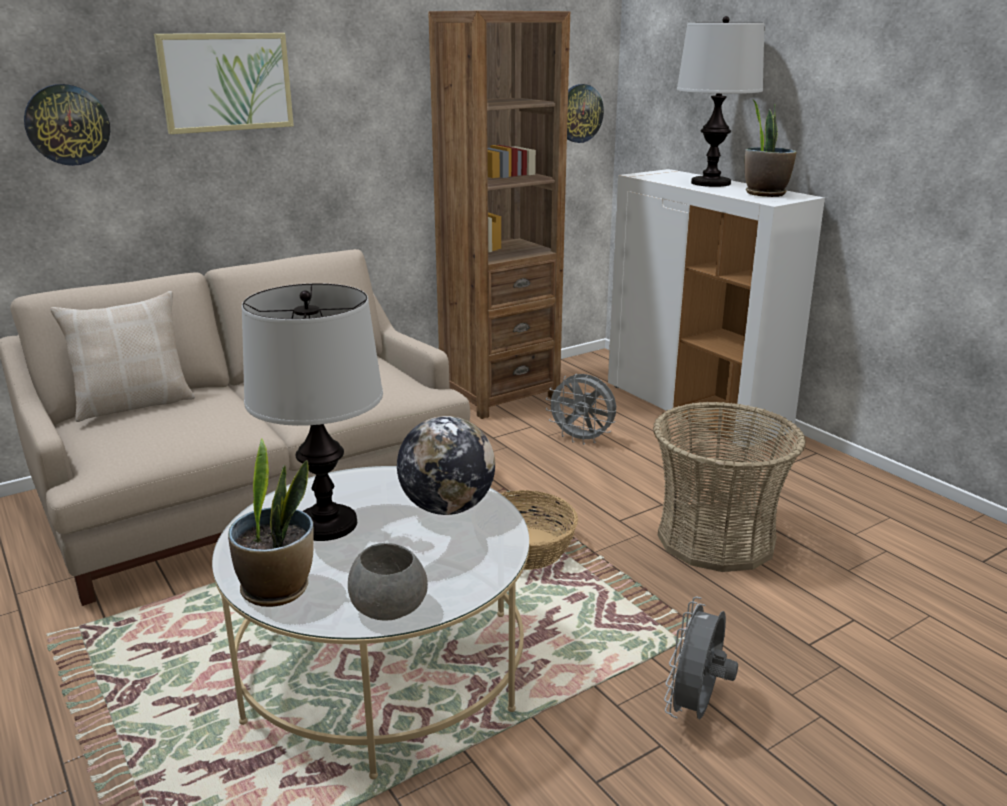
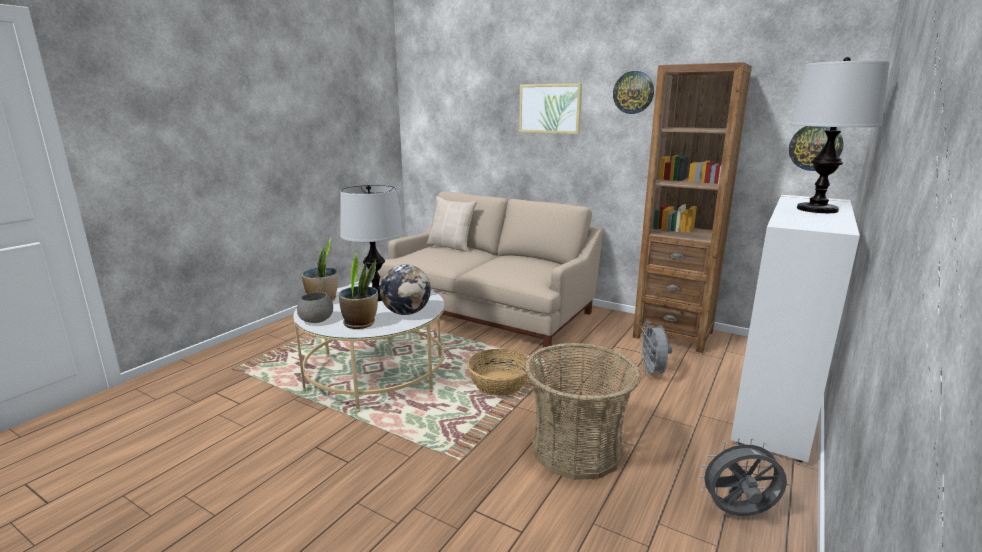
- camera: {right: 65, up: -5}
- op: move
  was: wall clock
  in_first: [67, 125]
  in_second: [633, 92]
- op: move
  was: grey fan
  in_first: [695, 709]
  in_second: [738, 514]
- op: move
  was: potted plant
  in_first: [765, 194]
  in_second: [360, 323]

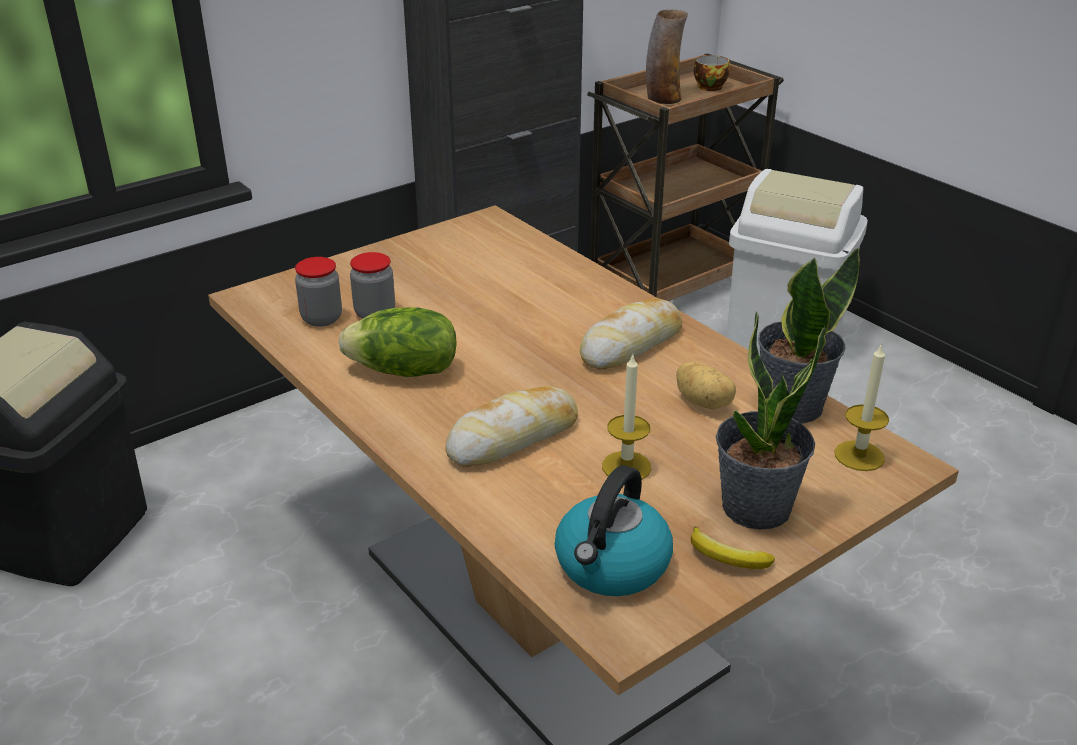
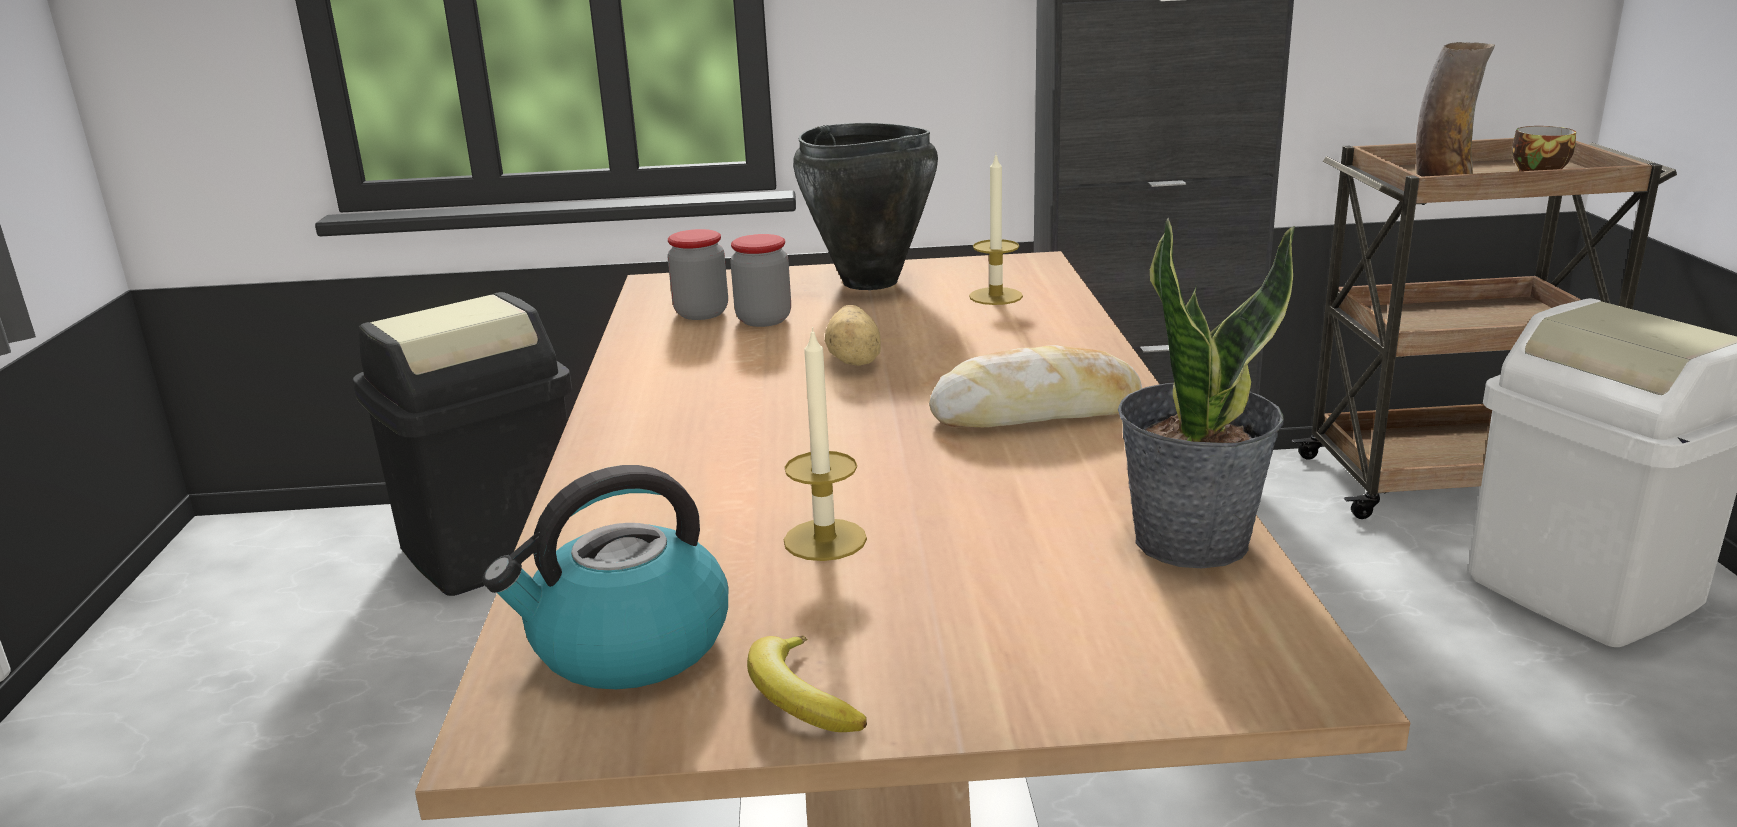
- camera: {right: 35, up: -10}
- op: delete
  was: lettuce
  in_first: [404, 371]
- op: delete
  was: bread
  in_first: [513, 437]
- op: move
  was: potato
  in_first: [704, 402]
  in_second: [856, 361]
- op: delete
  was: potted plant
  in_first: [756, 508]
- op: move
  was: candle
  in_first: [859, 456]
  in_second: [996, 296]
- op: insert
  now: black cooking pot
  in_second: [870, 282]

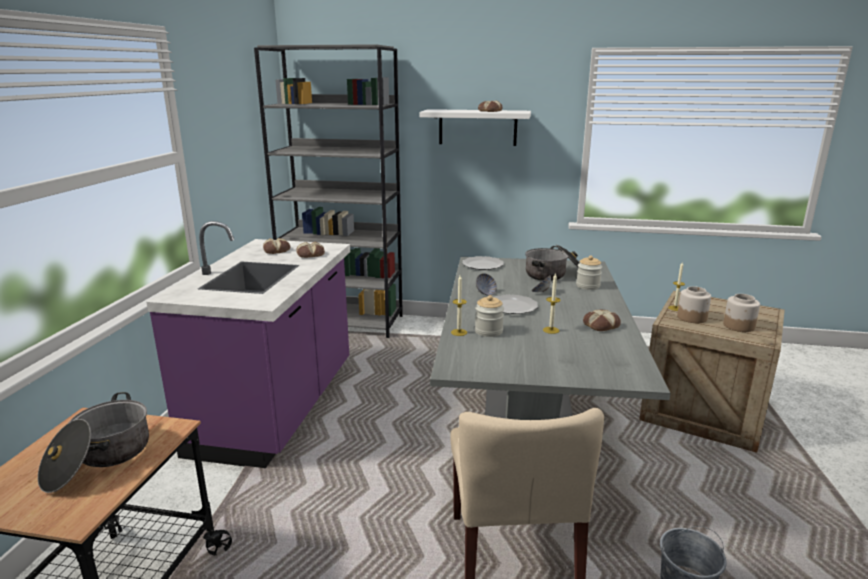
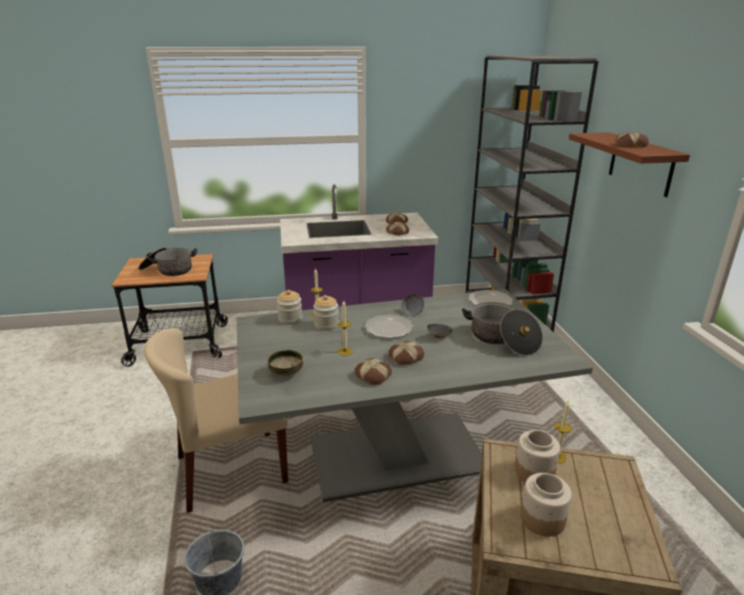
- camera: {right: 70, up: 5}
- op: recolor
  was: white shelf
  now: brown shelf
  in_first: [477, 127]
  in_second: [640, 163]
- op: move
  was: jar
  in_first: [588, 286]
  in_second: [290, 319]
- op: insert
  now: bowl
  in_second: [286, 373]
- op: insert
  now: bread
  in_second: [405, 357]

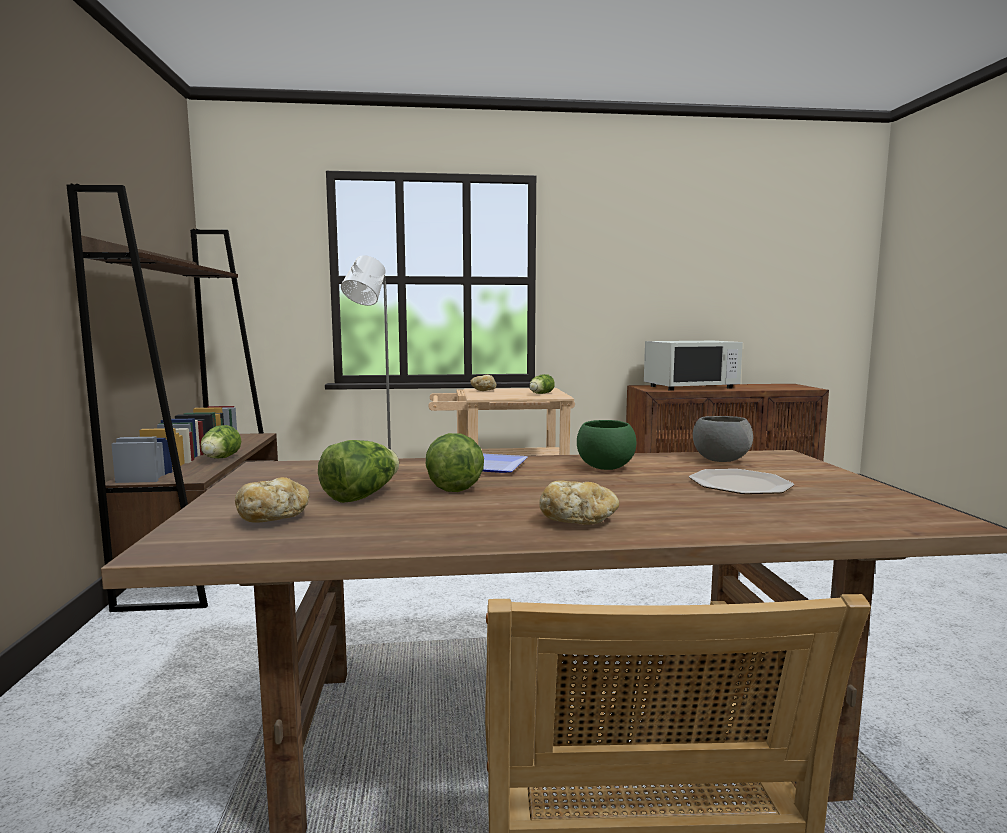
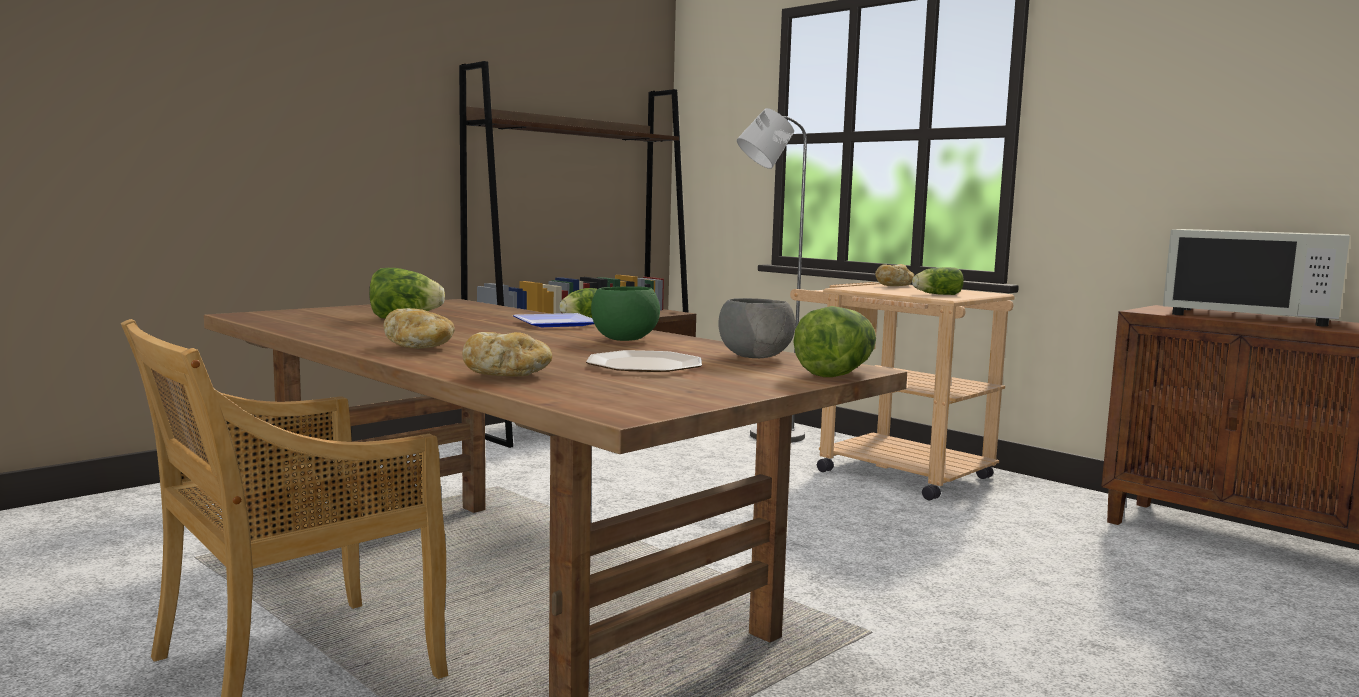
- camera: {right: 50, up: 0}
- op: move
  was: bread
  in_first: [273, 517]
  in_second: [507, 375]
- op: move
  was: lettuce
  in_first: [452, 486]
  in_second: [837, 373]

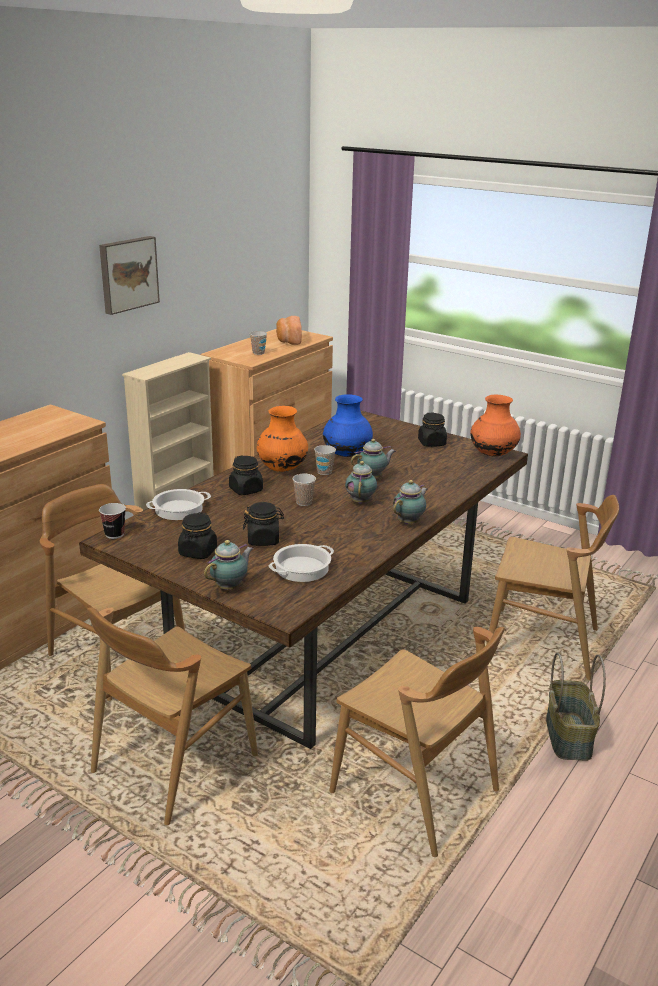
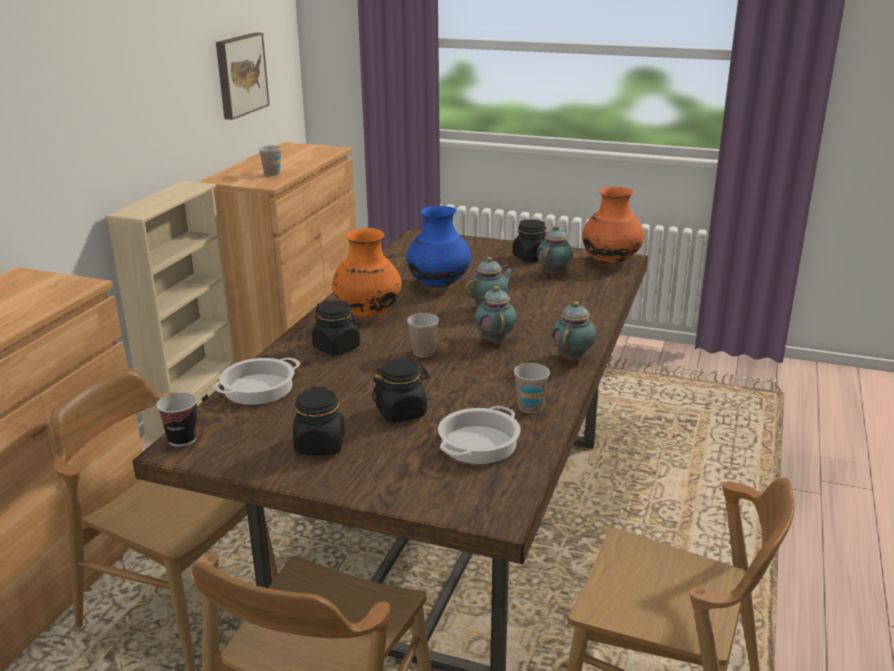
- camera: {right: -15, up: 0}
- op: move
  was: picture
  in_first: [127, 274]
  in_second: [239, 75]
- op: move
  was: teapot
  in_first: [230, 587]
  in_second: [555, 273]
- op: delete
  was: bread
  in_first: [288, 340]
- op: move
  was: cup
  in_first: [324, 472]
  in_second: [530, 407]
- op: delete
  was: brown chair
  in_first: [542, 644]
- op: delete
  was: basket
  in_first: [569, 737]

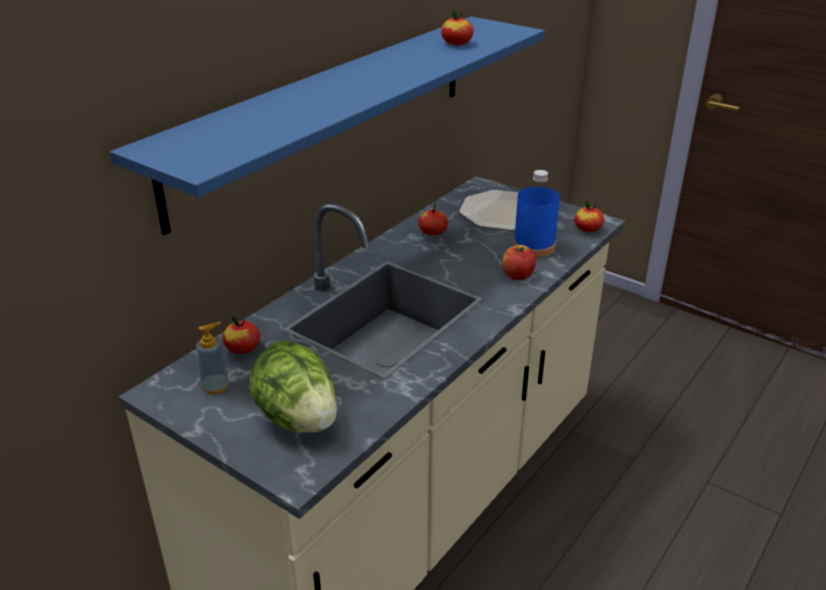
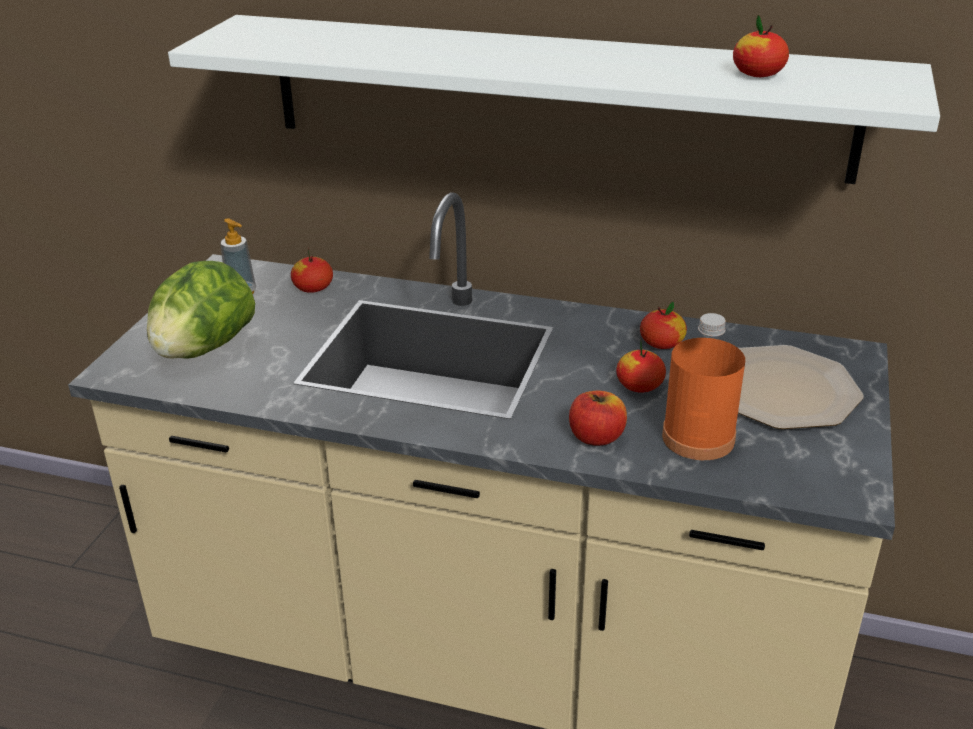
- camera: {right: 70, up: 0}
- op: recolor
  was: blue shelf
  now: white shelf
  in_first: [330, 112]
  in_second: [553, 96]
- op: recolor
  was: blue bottle
  now: orange bottle
  in_first: [534, 246]
  in_second: [698, 438]
- op: move
  was: apple
  in_first: [587, 229]
  in_second: [639, 386]

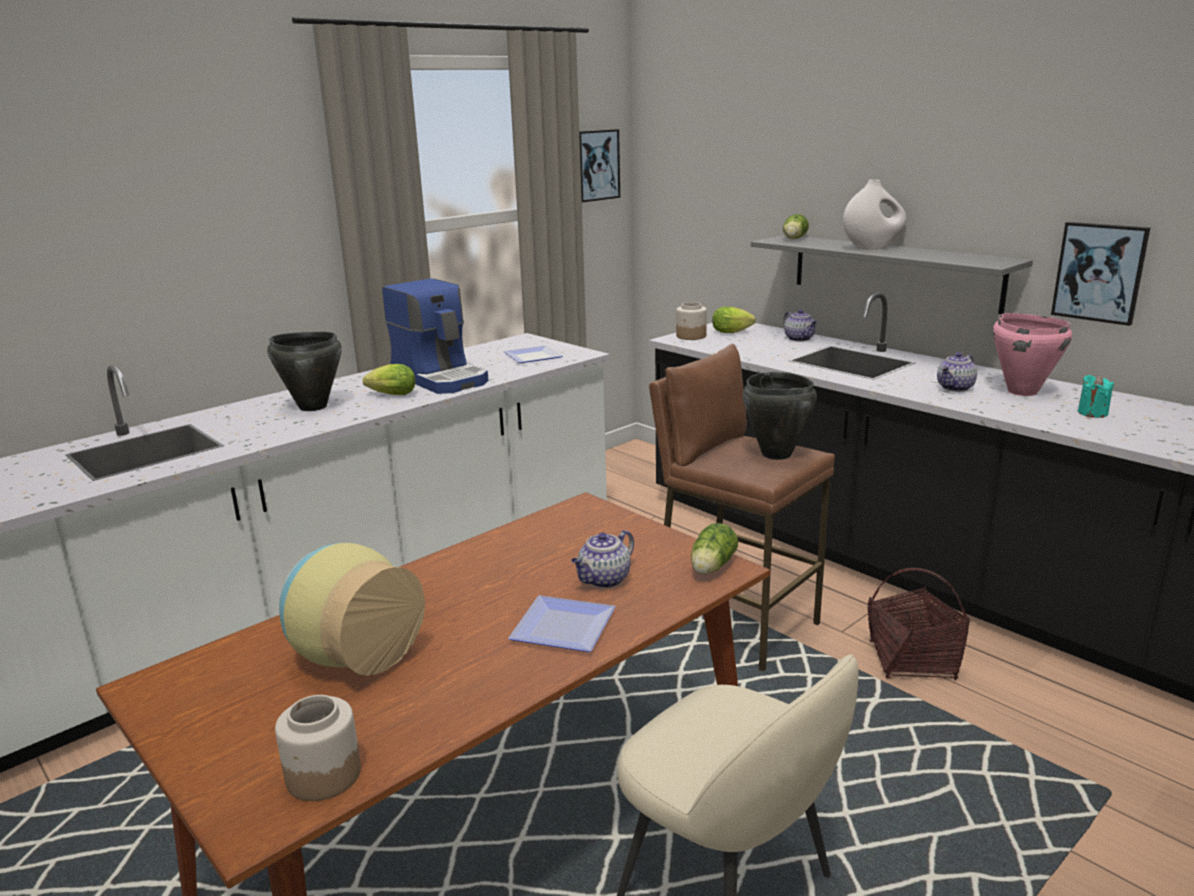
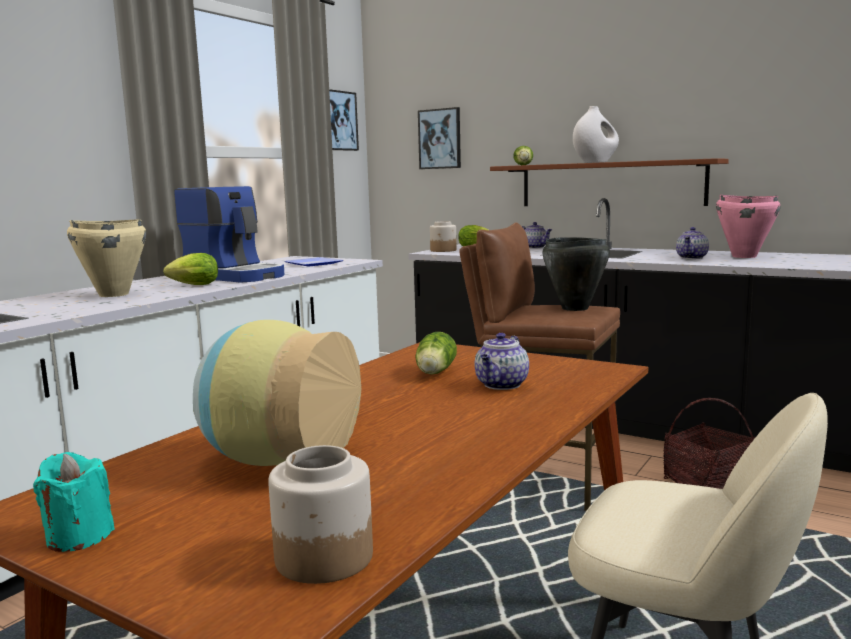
- camera: {right: -15, up: -10}
- op: recolor
  was: black cooking pot
  now: beige cooking pot
  in_first: [312, 407]
  in_second: [113, 294]
- op: delete
  was: plate
  in_first: [565, 629]
- op: move
  was: lettuce
  in_first: [711, 567]
  in_second: [434, 373]
- op: recolor
  was: grey shelf
  now: brown shelf
  in_first: [894, 272]
  in_second: [610, 184]
- op: move
  was: picture
  in_first: [1099, 272]
  in_second: [440, 139]
- op: move
  was: turquoise candle
  in_first: [1092, 413]
  in_second: [79, 536]

